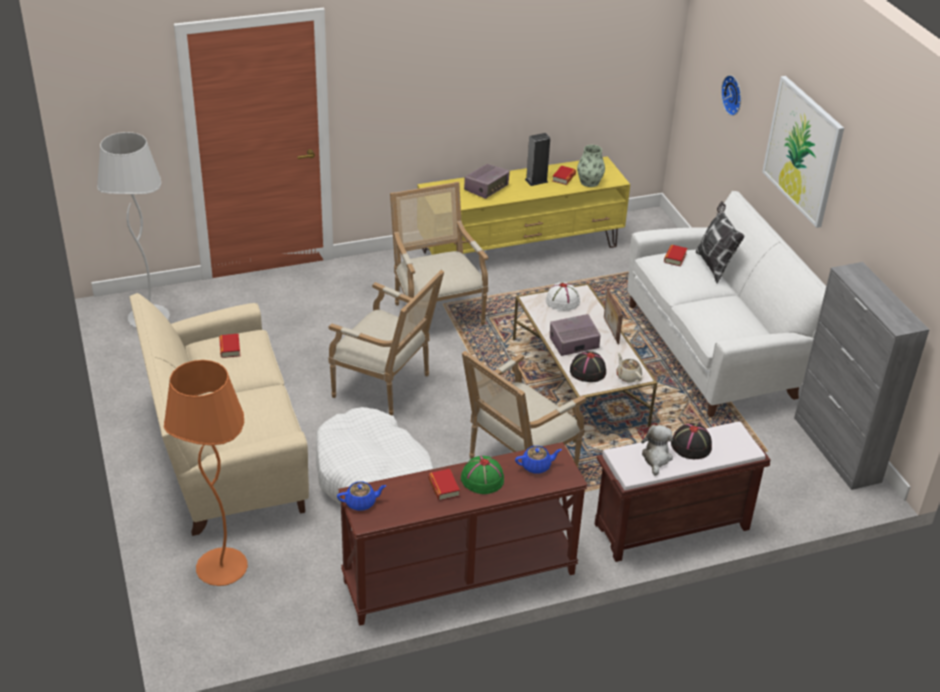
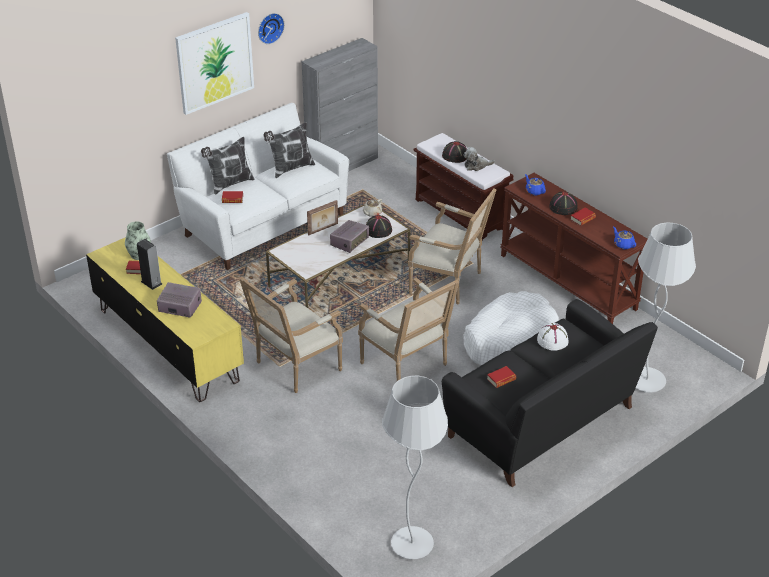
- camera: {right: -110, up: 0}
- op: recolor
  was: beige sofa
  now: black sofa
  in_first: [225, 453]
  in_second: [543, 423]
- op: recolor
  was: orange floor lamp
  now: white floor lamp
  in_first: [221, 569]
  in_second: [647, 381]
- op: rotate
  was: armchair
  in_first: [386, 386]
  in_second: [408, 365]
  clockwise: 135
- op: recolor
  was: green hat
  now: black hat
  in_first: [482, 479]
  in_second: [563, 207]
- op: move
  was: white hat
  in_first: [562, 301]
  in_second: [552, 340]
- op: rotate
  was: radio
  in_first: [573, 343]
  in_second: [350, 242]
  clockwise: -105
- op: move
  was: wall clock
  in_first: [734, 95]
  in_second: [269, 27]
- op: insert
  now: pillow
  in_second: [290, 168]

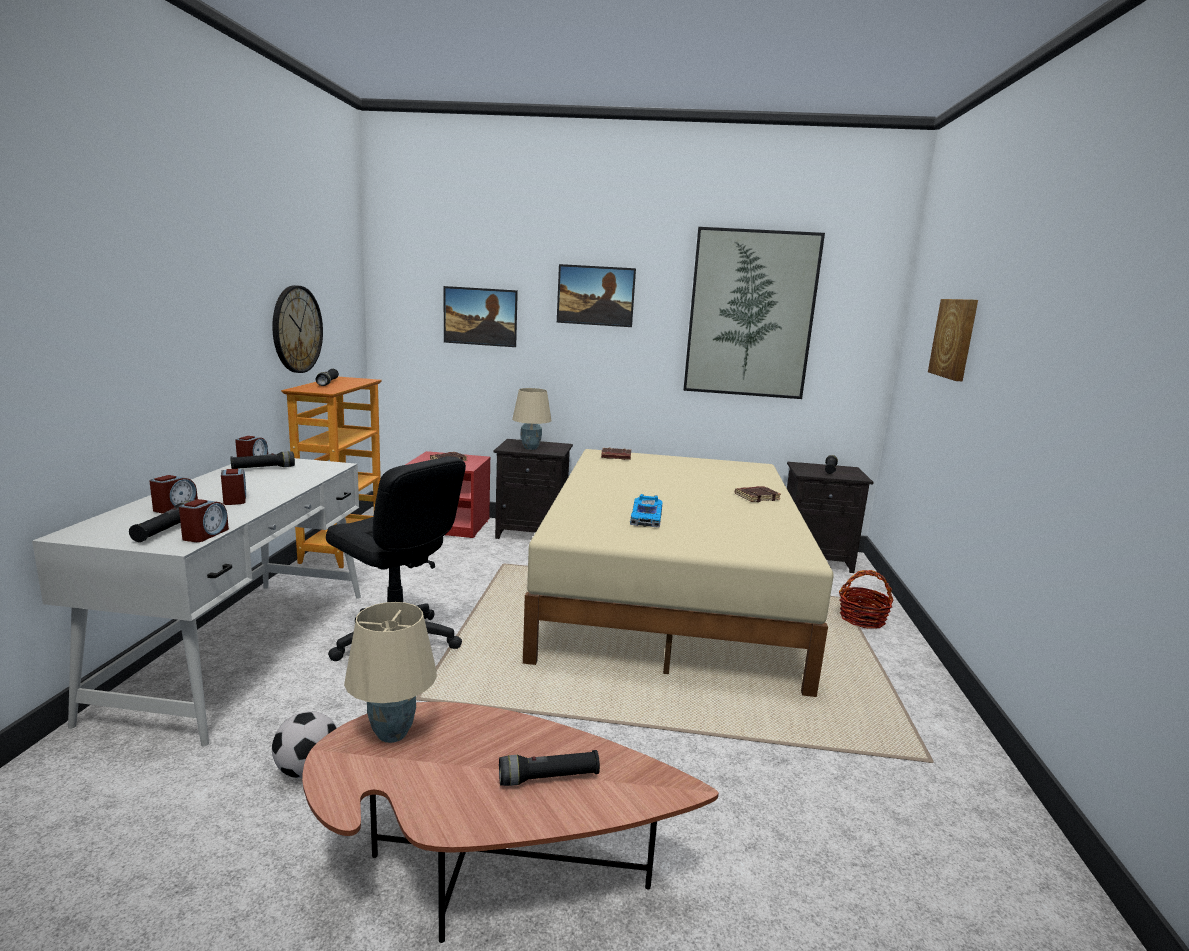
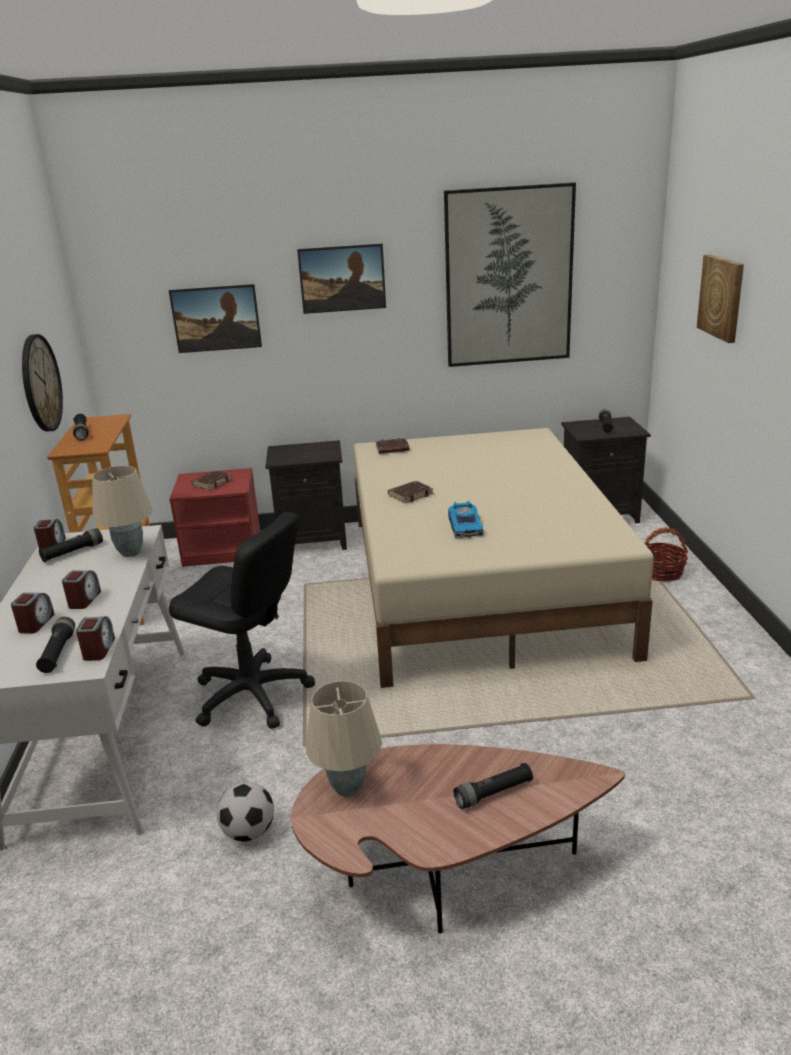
- camera: {right: -10, up: 10}
- op: rotate
  was: alarm clock
  in_first: [235, 499]
  in_second: [84, 600]
  clockwise: 45
- op: move
  was: beige table lamp
  in_first: [531, 448]
  in_second: [131, 553]
- op: move
  was: brown book
  in_first: [756, 497]
  in_second: [410, 495]

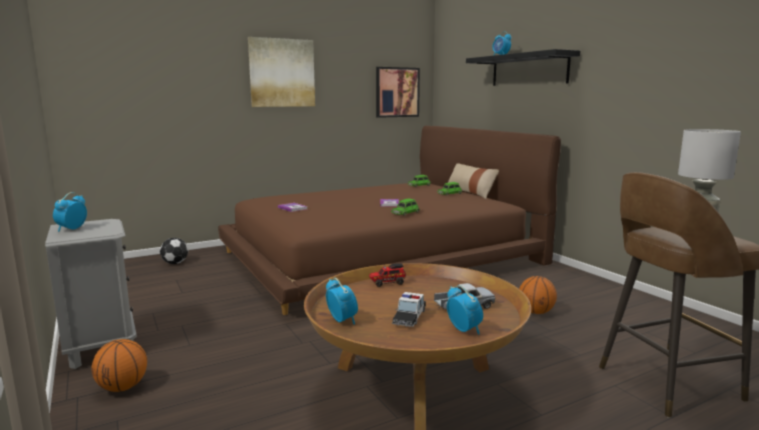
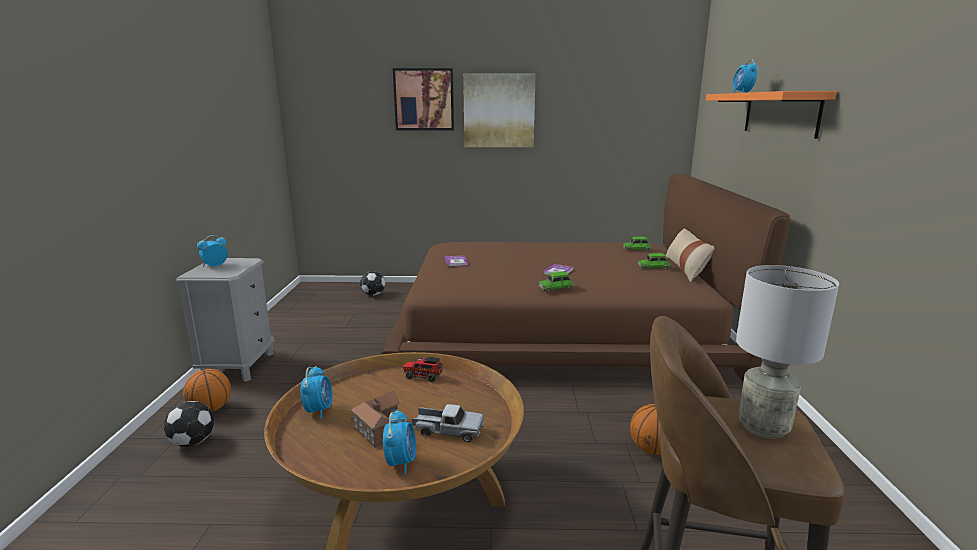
- camera: {right: 30, up: 5}
- op: move
  was: picture
  in_first: [397, 92]
  in_second: [424, 99]
- op: replace
  was: toy car
  now: toy house
  in_first: [409, 317]
  in_second: [377, 427]
- op: recolor
  was: black shelf
  now: orange shelf
  in_first: [529, 70]
  in_second: [780, 113]
- op: insert
  now: football
  in_second: [194, 441]

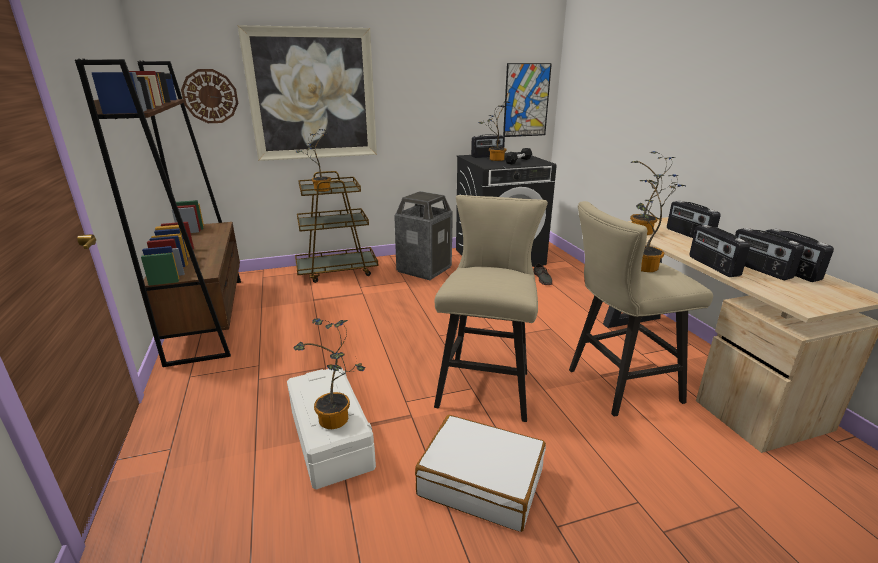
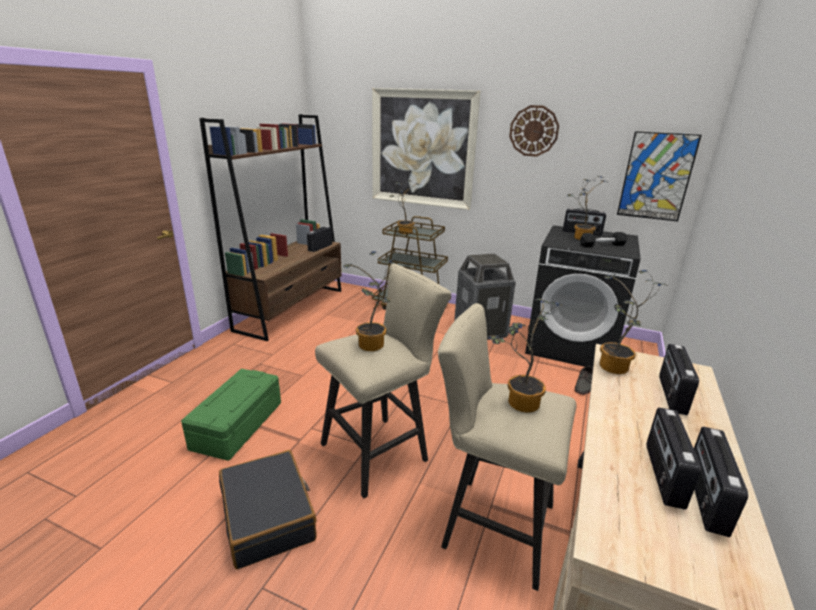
- camera: {right: 40, up: 0}
- op: move
  was: wall clock
  in_first: [210, 96]
  in_second: [533, 131]
- op: recolor
  was: white storage box
  now: green storage box
  in_first: [329, 439]
  in_second: [237, 425]
- op: move
  was: potted plant
  in_first: [337, 421]
  in_second: [372, 347]
- op: recolor
  was: white suitcase
  now: black suitcase
  in_first: [481, 482]
  in_second: [268, 516]
- op: move
  was: radio
  in_first: [713, 266]
  in_second: [320, 247]

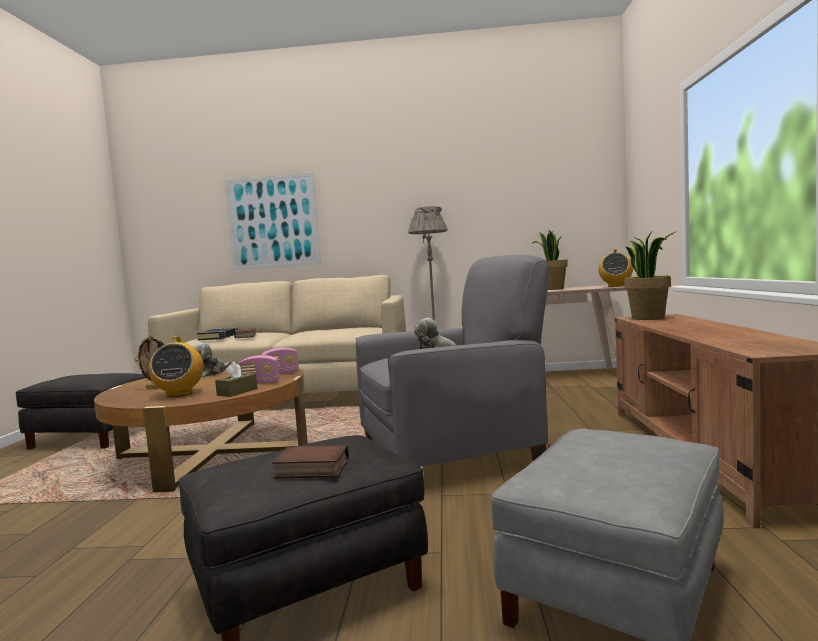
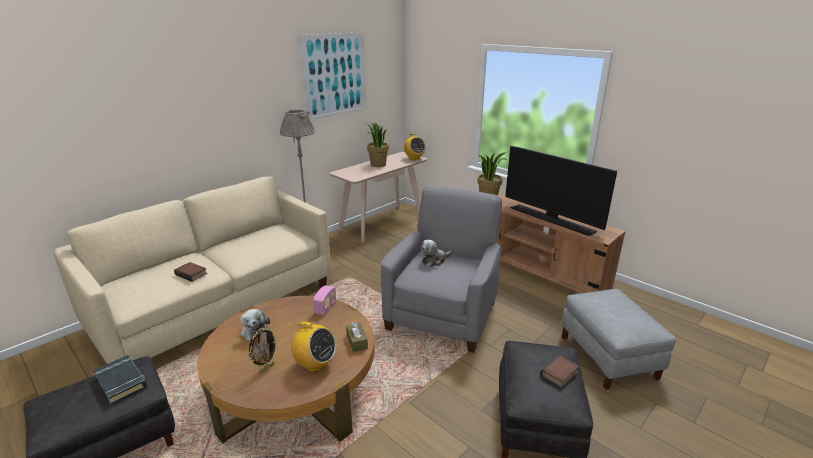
- camera: {right: -50, up: 20}
- op: move
  was: black book
  in_first: [219, 337]
  in_second: [122, 382]
- op: move
  was: picture
  in_first: [273, 221]
  in_second: [335, 75]
- op: delete
  was: radio
  in_first: [260, 383]
- op: insert
  now: television
  in_second: [552, 219]

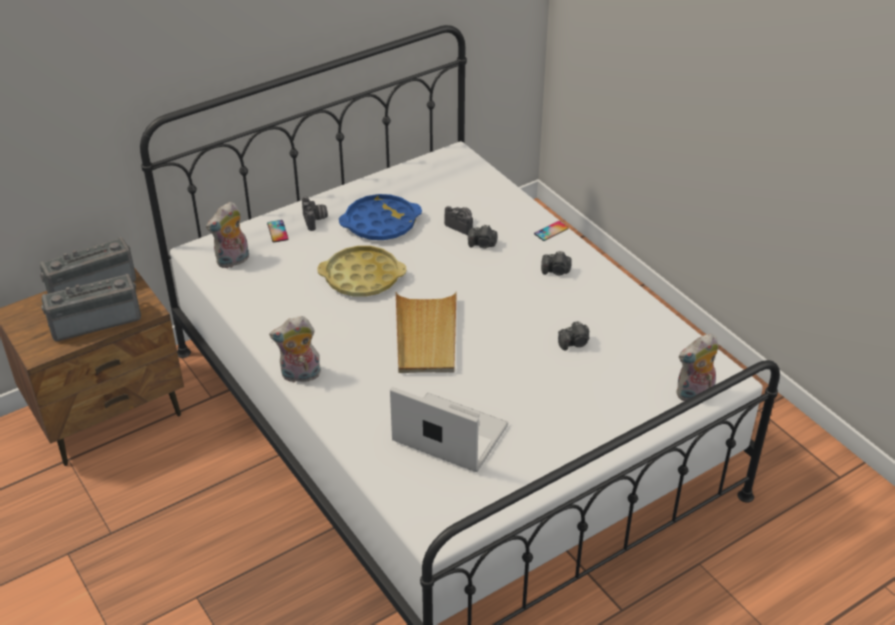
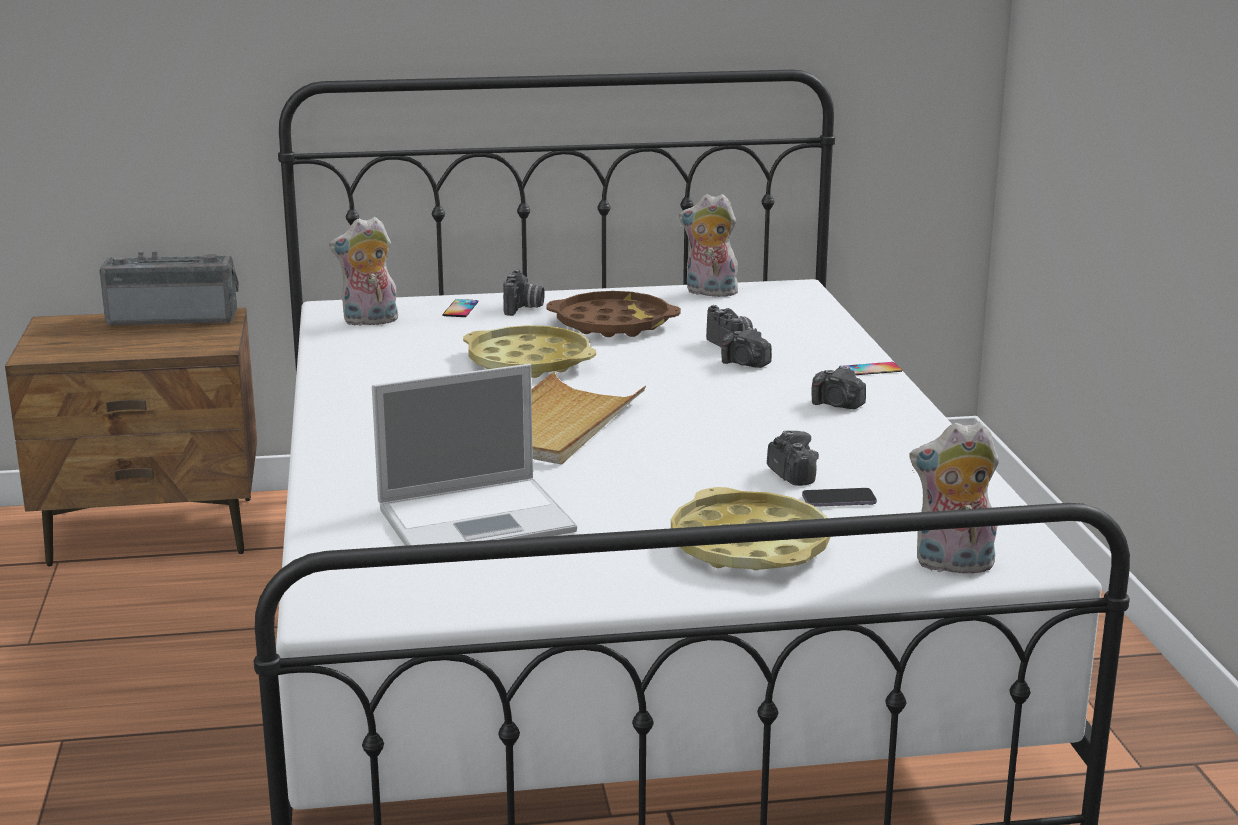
- camera: {right: 25, up: -20}
- op: delete
  was: radio
  in_first: [95, 320]
- op: move
  was: plush toy
  in_first: [300, 376]
  in_second: [709, 293]
- op: recolor
  was: blue tray
  now: brown tray
  in_first: [380, 223]
  in_second: [613, 324]
- op: rotate
  was: laptop
  in_first: [448, 433]
  in_second: [479, 518]
  clockwise: 105
- op: rotate
  was: photo camera
  in_first: [574, 343]
  in_second: [791, 475]
  clockwise: -120
- op: insert
  now: yellow tray
  in_second: [749, 546]
- op: insert
  now: phone
  in_second: [839, 500]

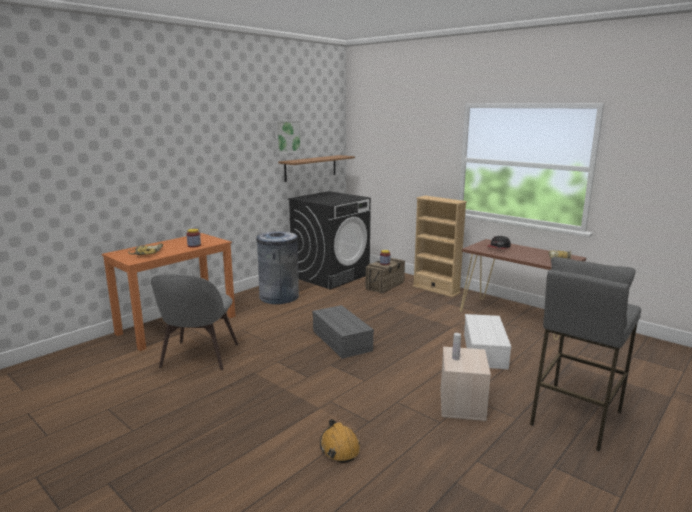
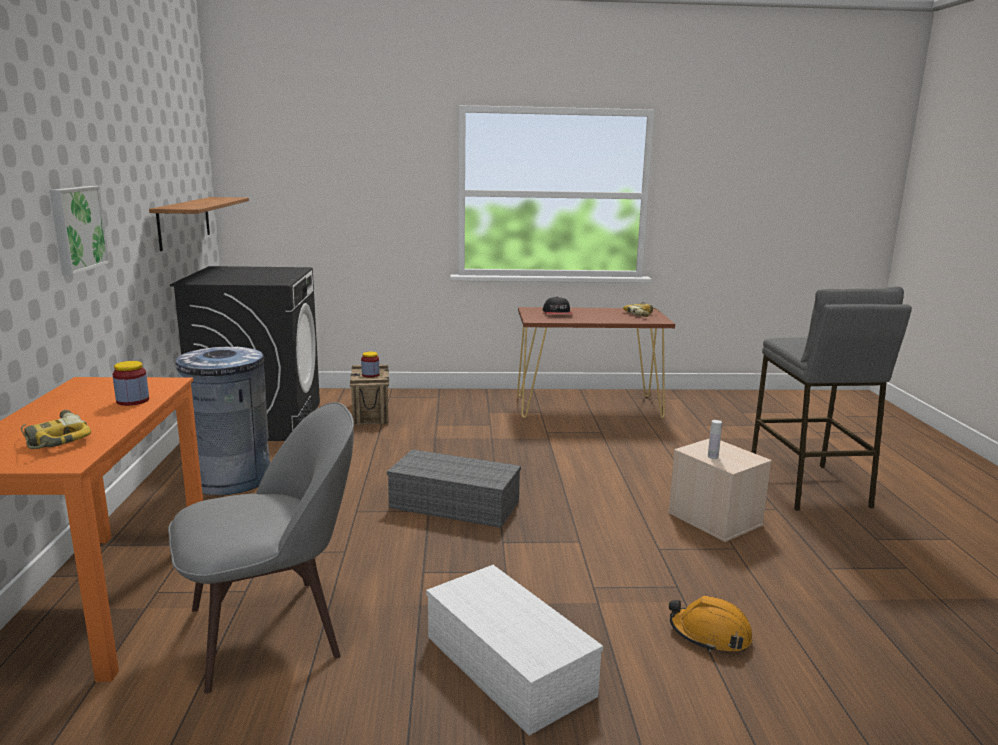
- camera: {right: -45, up: 0}
- op: rotate
  was: grey chair
  in_first: [199, 357]
  in_second: [272, 629]
  clockwise: -75
- op: move
  was: picture
  in_first: [287, 136]
  in_second: [76, 228]
- op: delete
  was: beige bookcase
  in_first: [436, 289]
- op: move
  was: white storage box
  in_first: [485, 351]
  in_second: [511, 666]

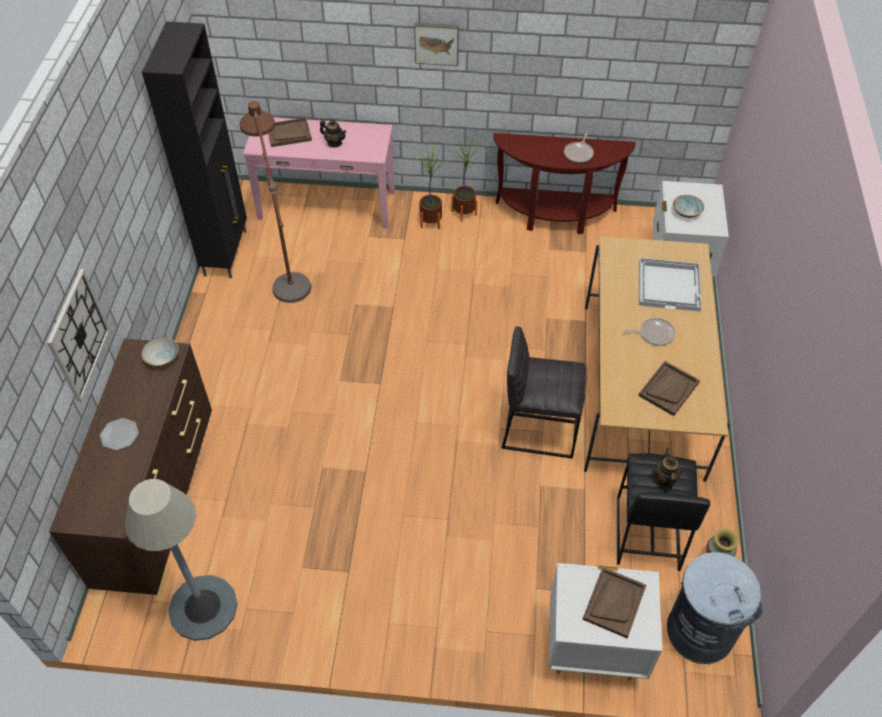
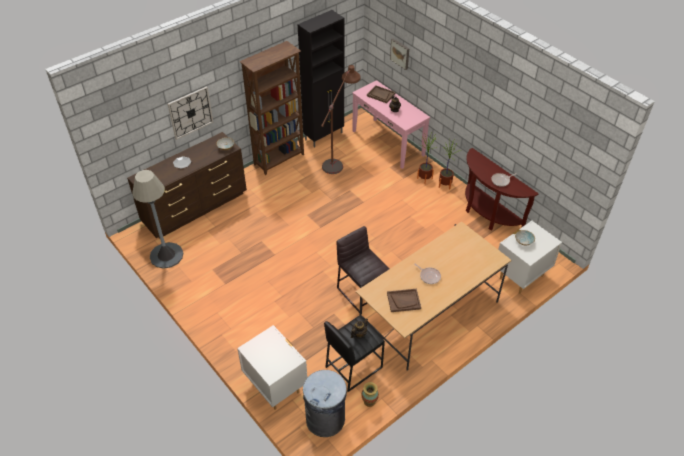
- camera: {right: 45, up: -5}
- op: move
  was: picture
  in_first: [436, 43]
  in_second: [400, 53]
- op: delete
  was: brown tray
  in_first: [614, 603]
- op: delete
  was: white tray
  in_first: [669, 285]
- op: insert
  now: brown bookcase
  in_second: [279, 159]

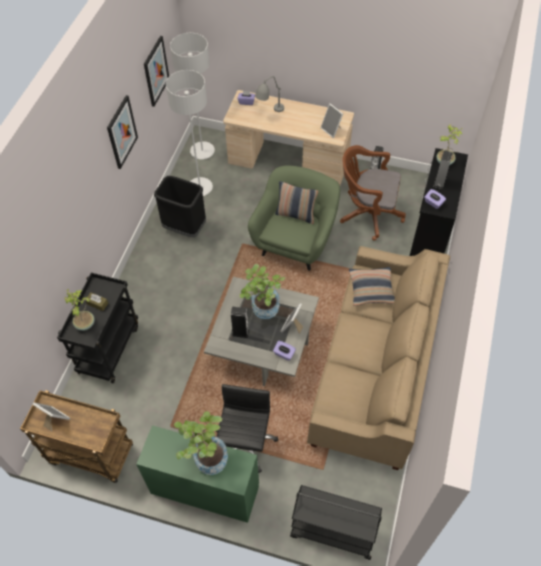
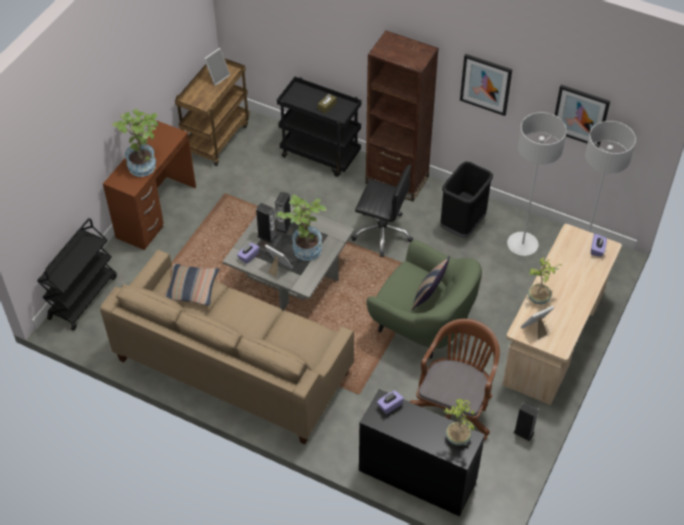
- camera: {right: 100, up: -5}
- op: move
  was: potted plant
  in_first: [85, 323]
  in_second: [539, 298]
- op: recolor
  was: green desk
  now: brown desk
  in_first: [204, 489]
  in_second: [156, 212]
- op: move
  was: black office chair
  in_first: [245, 444]
  in_second: [382, 232]
- op: delete
  was: grey table lamp
  in_first: [269, 113]
- op: move
  was: pillow
  in_first: [371, 289]
  in_second: [191, 288]
- op: move
  was: speaker
  in_first: [439, 182]
  in_second: [267, 236]
- op: insert
  now: brown bookcase
  in_second: [397, 180]

